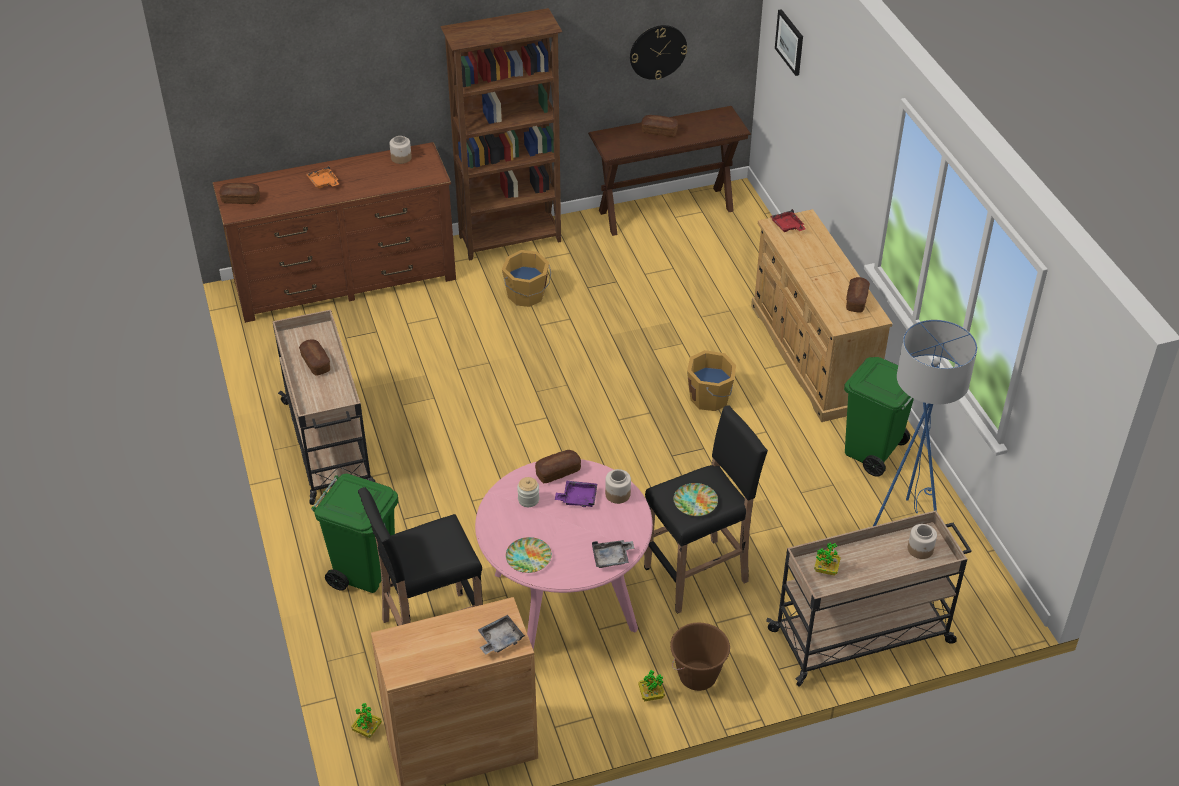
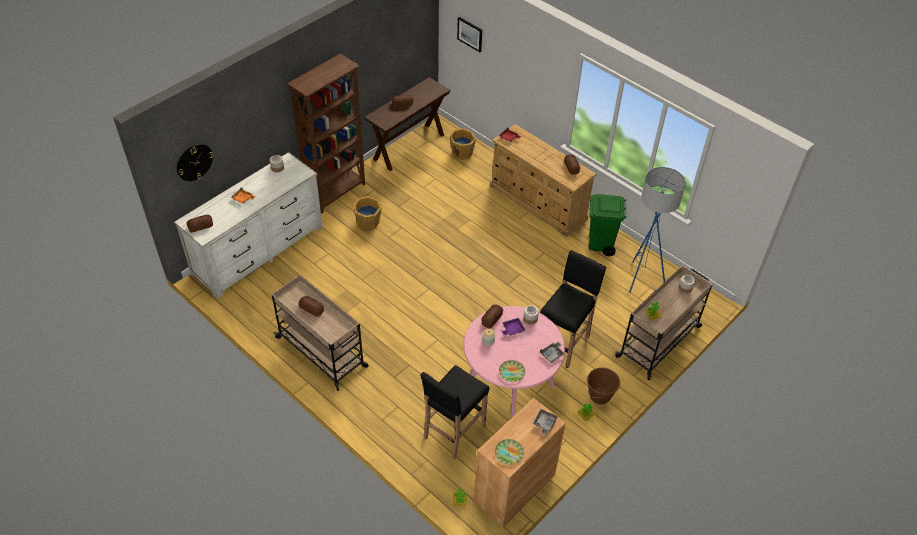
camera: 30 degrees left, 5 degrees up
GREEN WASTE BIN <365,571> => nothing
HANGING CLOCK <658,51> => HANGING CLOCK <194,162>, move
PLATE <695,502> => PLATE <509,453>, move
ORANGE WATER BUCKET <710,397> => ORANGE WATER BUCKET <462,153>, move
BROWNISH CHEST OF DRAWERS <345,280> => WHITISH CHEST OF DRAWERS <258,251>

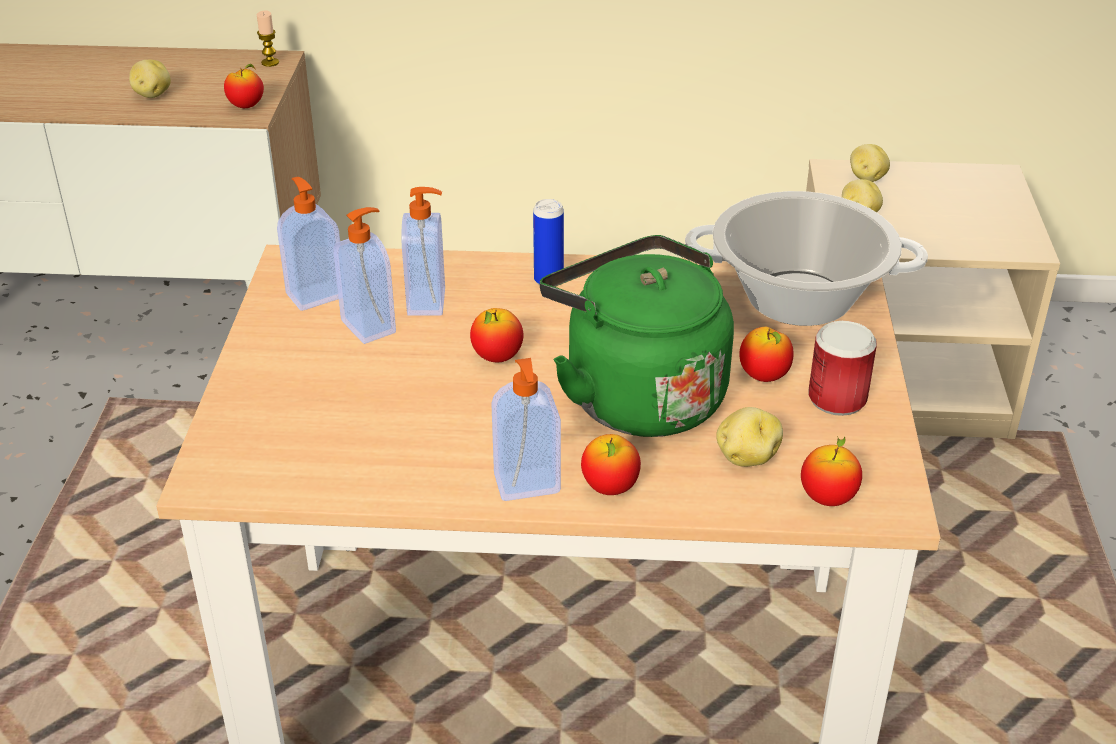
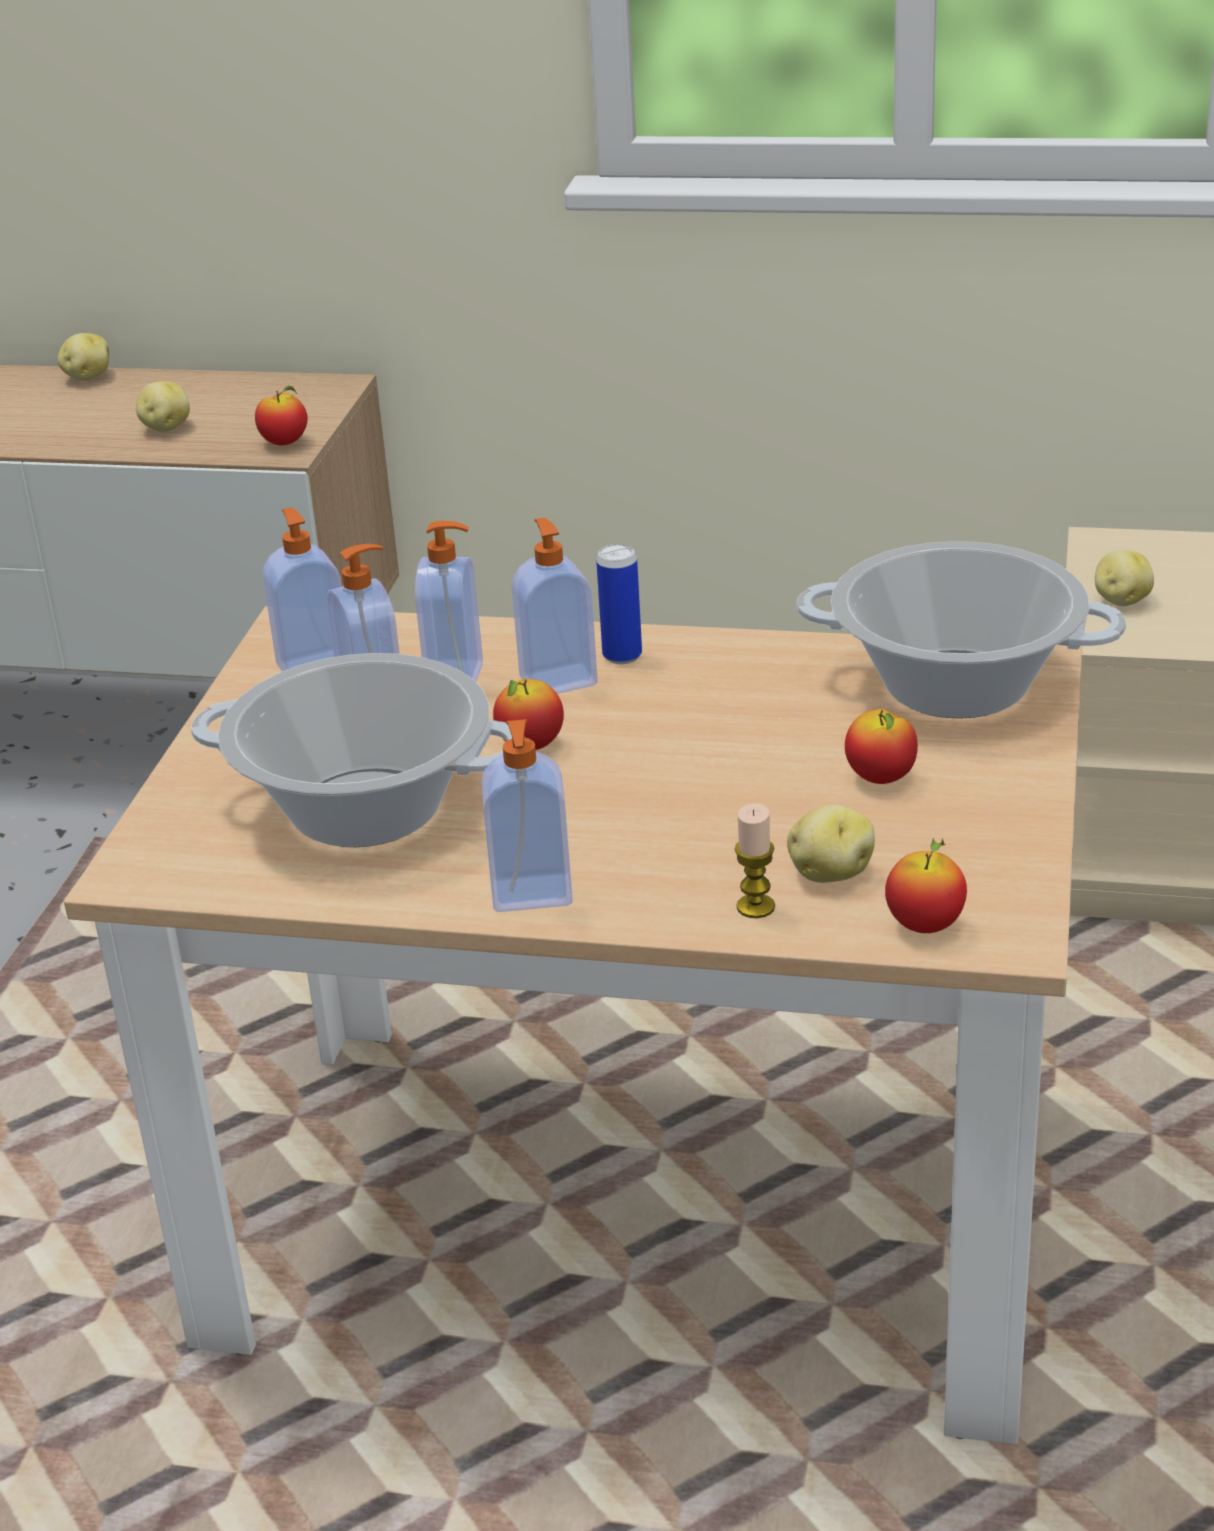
camera: 10 degrees right, 5 degrees down
GREEN KETTLE <637,395> => nothing
APPLE <610,488> => nothing
SEALED CAN <837,399> => nothing
nothing => COOKING POT <366,808>
nothing => LIQUID SOAP BOTTLE <557,680>
WAX LIGHT <270,62> => WAX LIGHT <755,907>, move
POTATO <866,178> => POTATO <87,377>, move

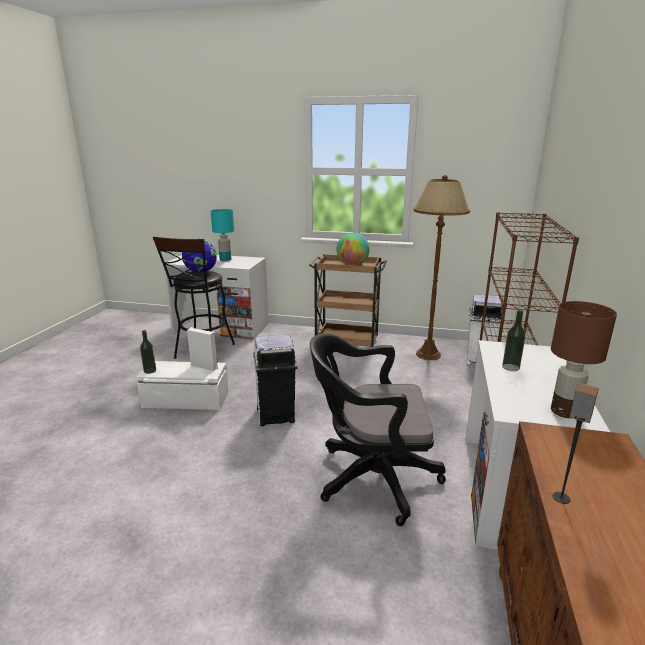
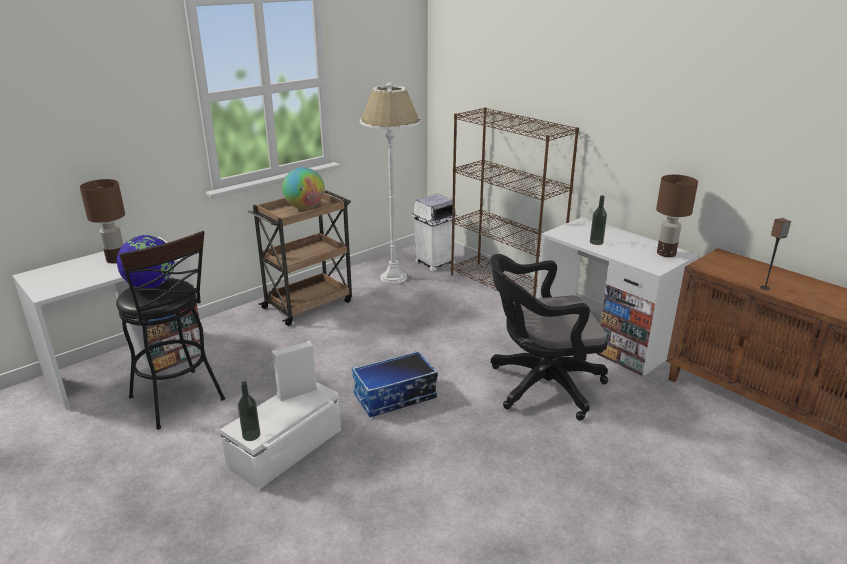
camera: 55 degrees left, 5 degrees up
WHITISH WASTE BIN <276,415> => STORAGE CONTAINER <395,397>
TURQUOISE-COLOURED TABLETOP LAMP <225,260> => BROWNISH TABLETOP LAMP <116,260>
BROWNISH STANDING LAMP <428,354> => WHITISH STANDING LAMP <394,278>
BLACKISH COMPUTER CHAIR <370,478> => BLACKISH COMPUTER CHAIR <540,386>, 45 degrees clockwise

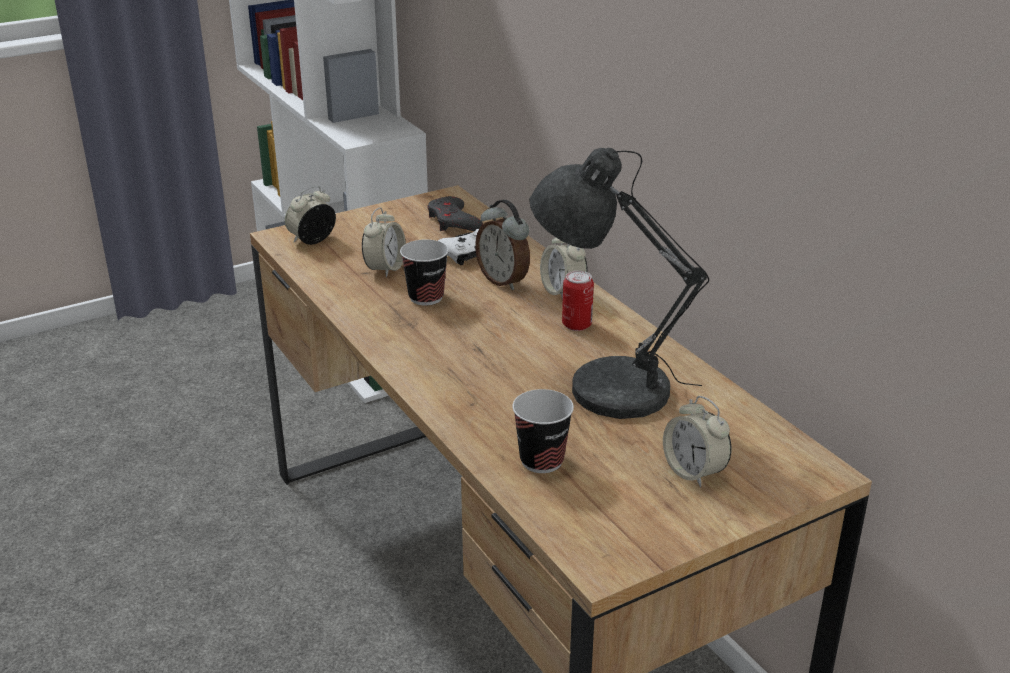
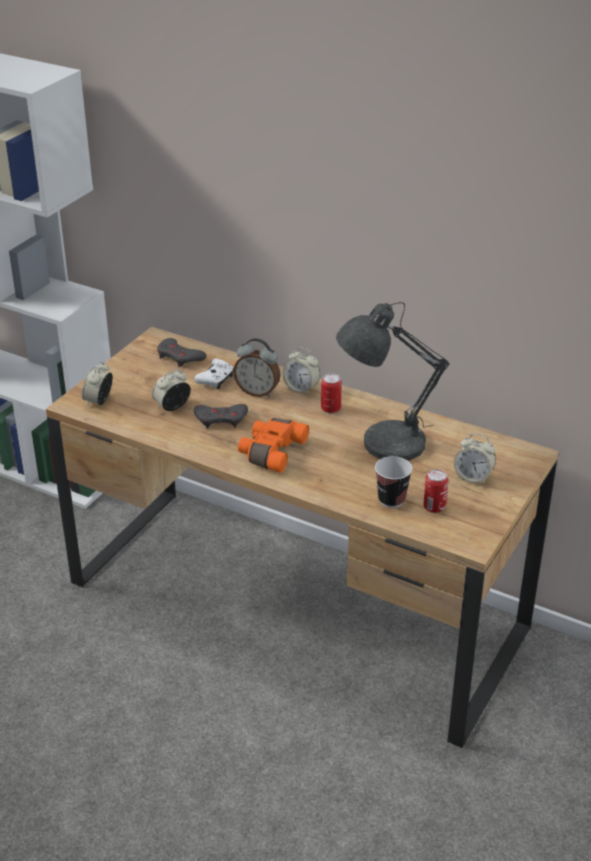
camera: 30 degrees left, 5 degrees up
nothing => ORANGE FIELD GLASSES <270,452>
nothing => SEALED CAN <434,507>
DRINKING CUP <426,297> => GREY GAME CONTROLLER <221,419>
ALARM CLOCK <385,269> => ALARM CLOCK <172,407>, 120 degrees counterclockwise

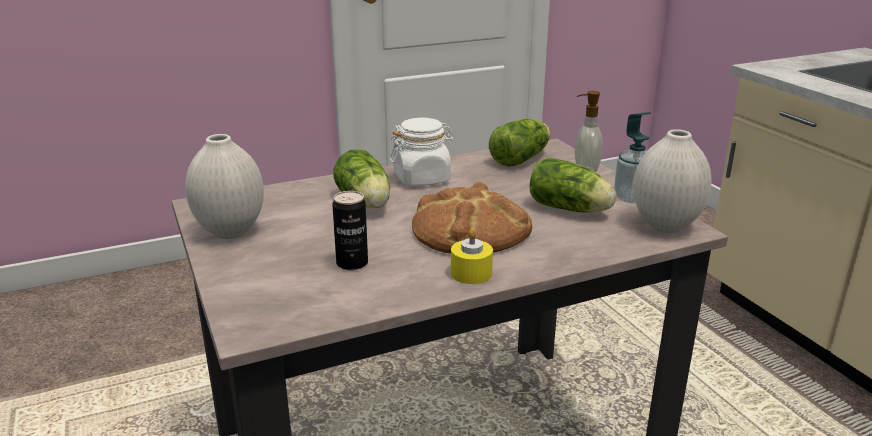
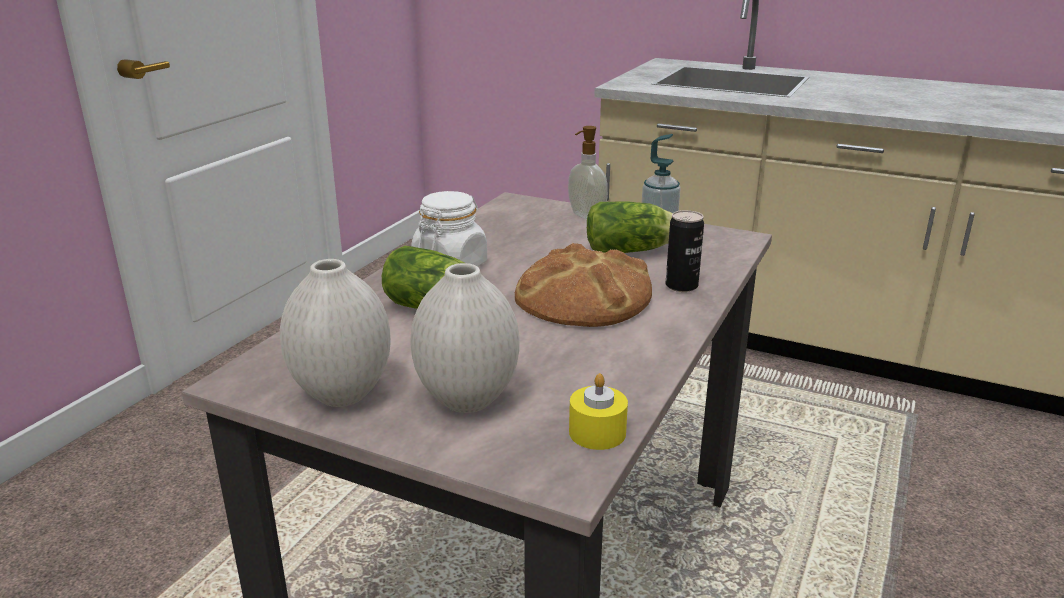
camera: 40 degrees left, 0 degrees up
LETTUCE <522,158> => nothing
SEALED CAN <352,263> => SEALED CAN <681,286>, move
YELLOW WAX LIGHT <471,273> => YELLOW WAX LIGHT <597,432>, move
WHITISH FLOWER VASE <666,226> => WHITISH FLOWER VASE <469,400>, move

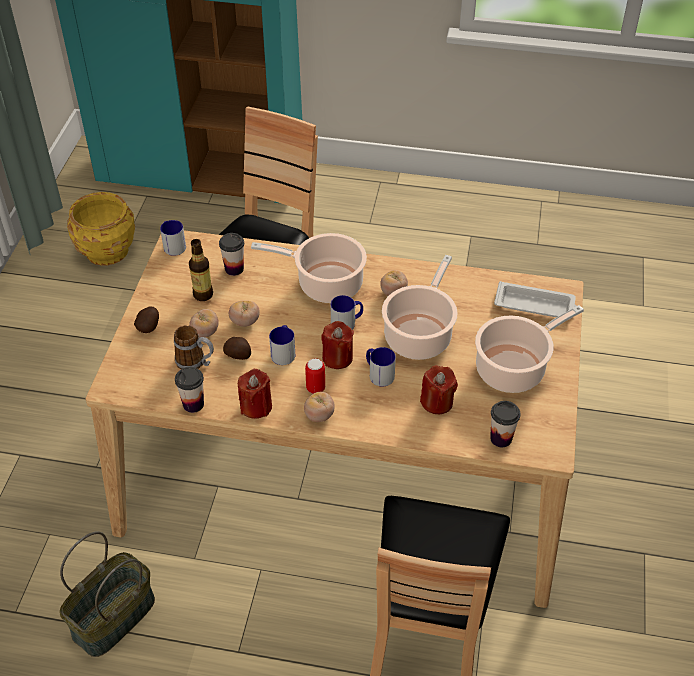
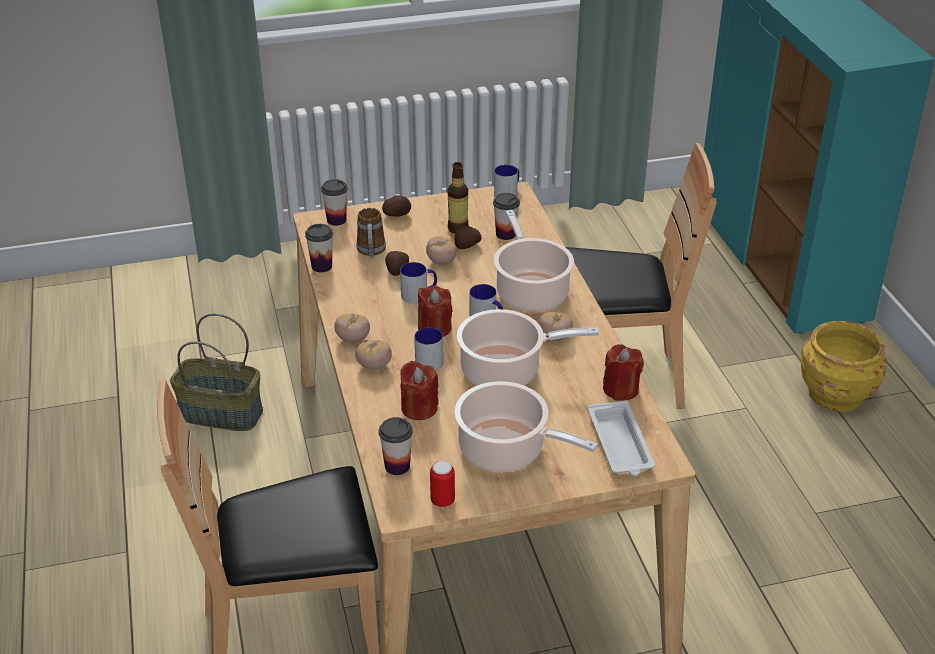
camera: 65 degrees right, 10 degrees down
nothing => DRINKING CUP <336,220>
nothing => POTATO <466,246>
YELLOW PLANTER <107,250> => YELLOW PLANTER <836,394>, move
WHOLE TOMATO <205,332> => WHOLE TOMATO <374,365>, move
RED-COLOURED WAX LIGHT <256,406> => RED-COLOURED WAX LIGHT <620,389>, move
SEALED CAN <315,388> => SEALED CAN <442,501>, move

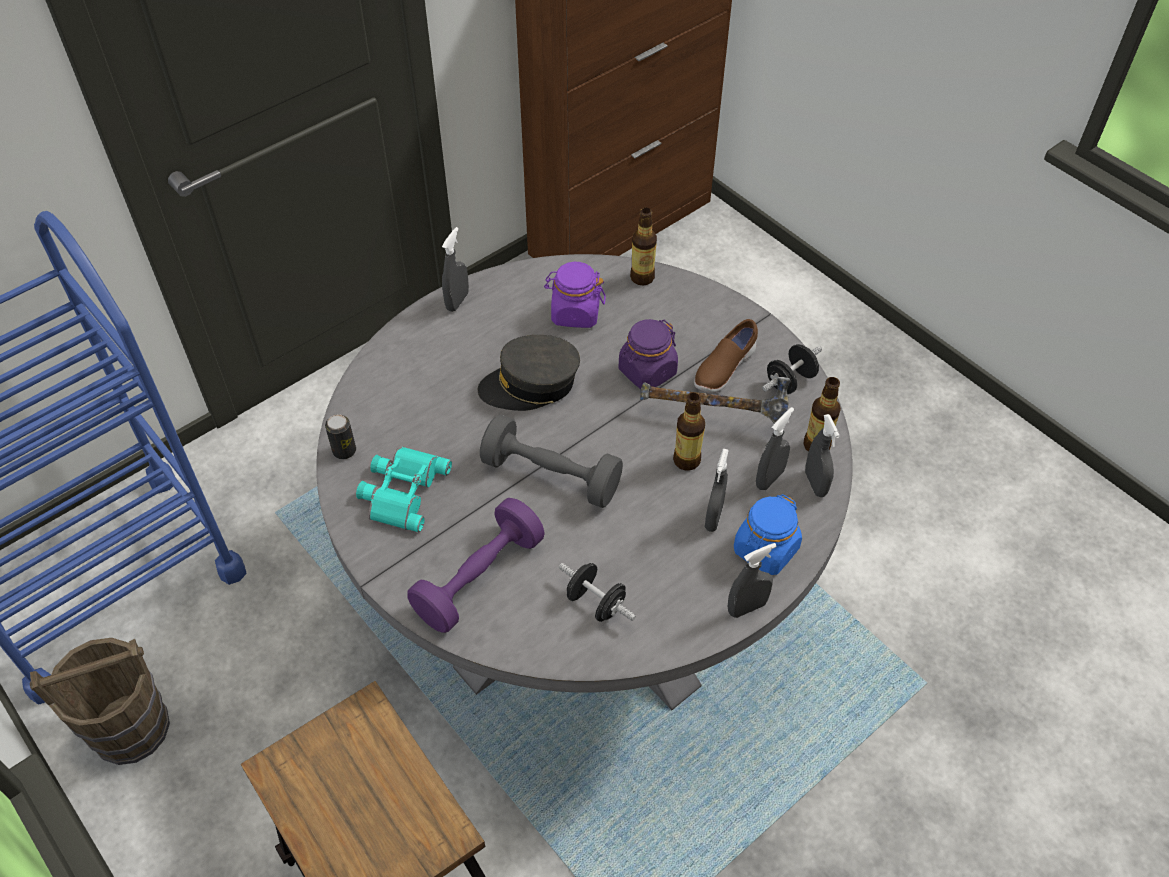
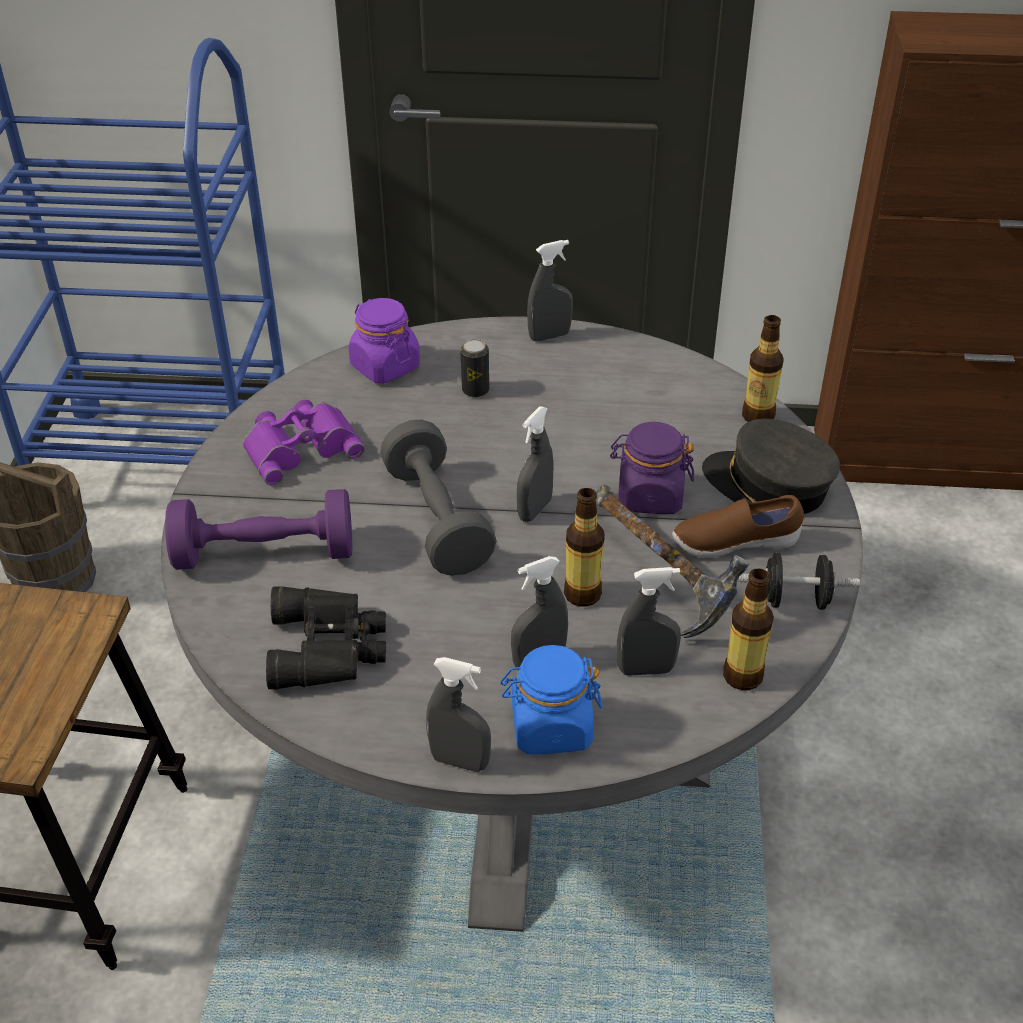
camera: 45 degrees right, 10 degrees down
SEALED CAN <344,451> => SEALED CAN <475,390>, move
GREY BASEBALL CAP <530,385> => GREY BASEBALL CAP <768,485>, move
PURPLE-COLOURED JAR <575,313> => PURPLE-COLOURED JAR <385,366>, move
GREY SPRAYER <815,483> => GREY SPRAYER <534,510>, move
BLACKISH DUMBBELL <596,603> => BLACKISH FIELD GLASSES <330,647>
TURQUOISE-COLOURED FIELD GLASSES <401,490> => PURPLE-COLOURED FIELD GLASSES <301,446>

